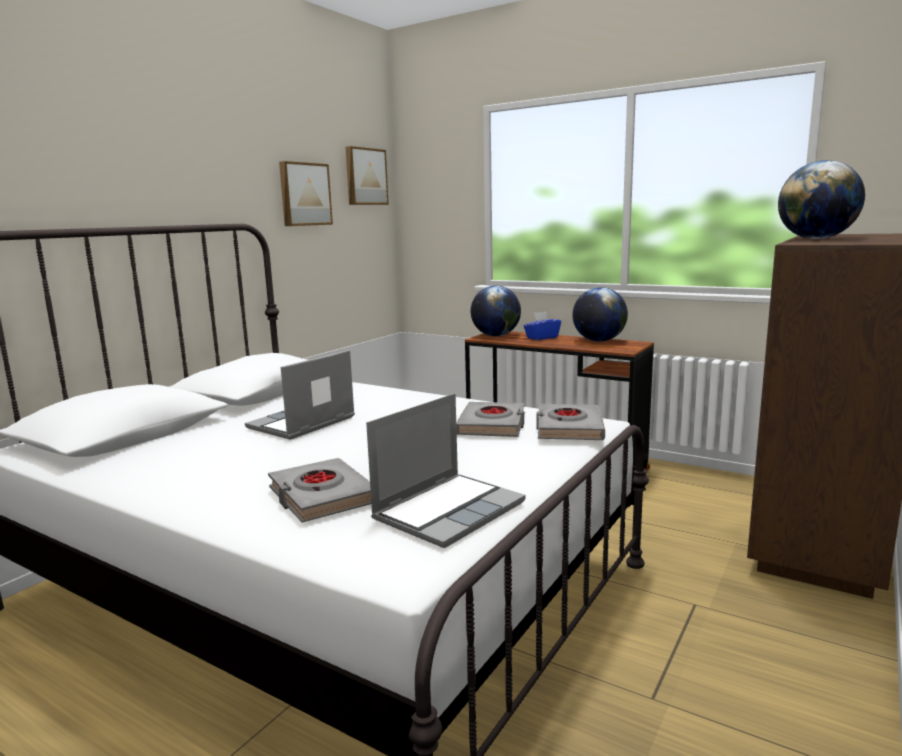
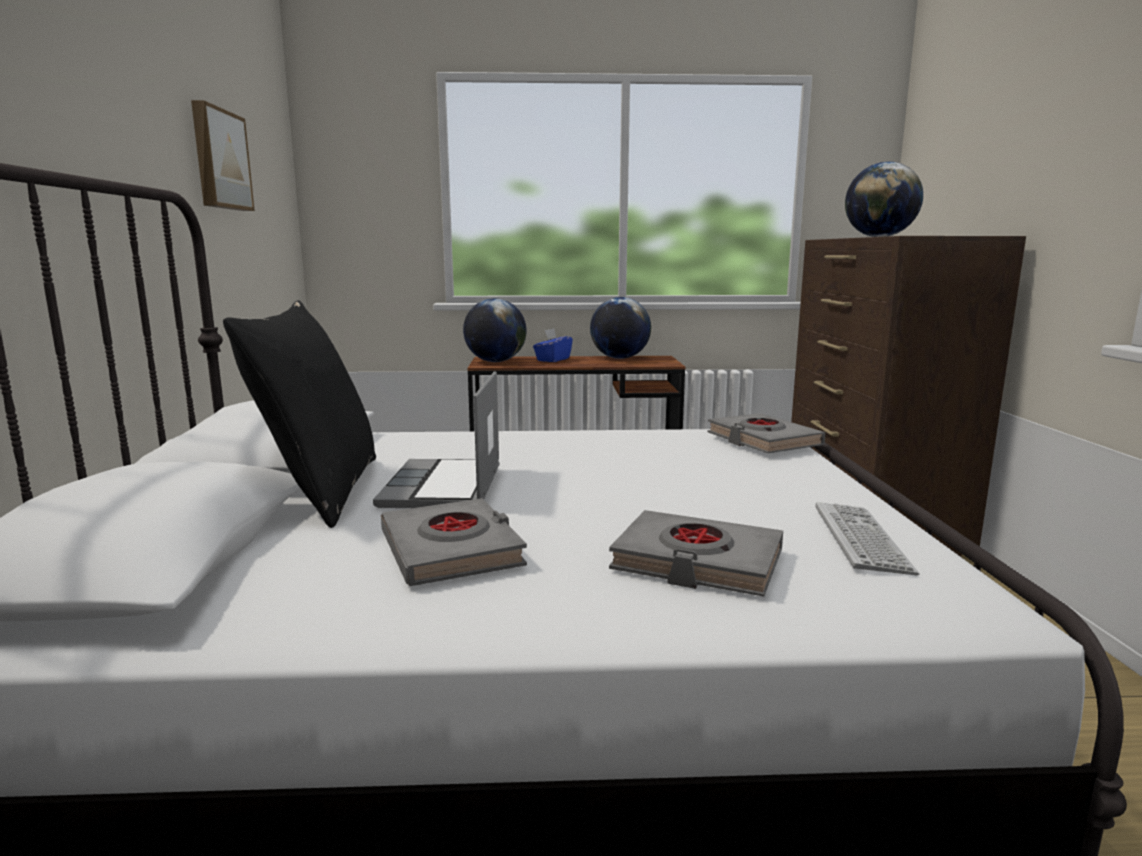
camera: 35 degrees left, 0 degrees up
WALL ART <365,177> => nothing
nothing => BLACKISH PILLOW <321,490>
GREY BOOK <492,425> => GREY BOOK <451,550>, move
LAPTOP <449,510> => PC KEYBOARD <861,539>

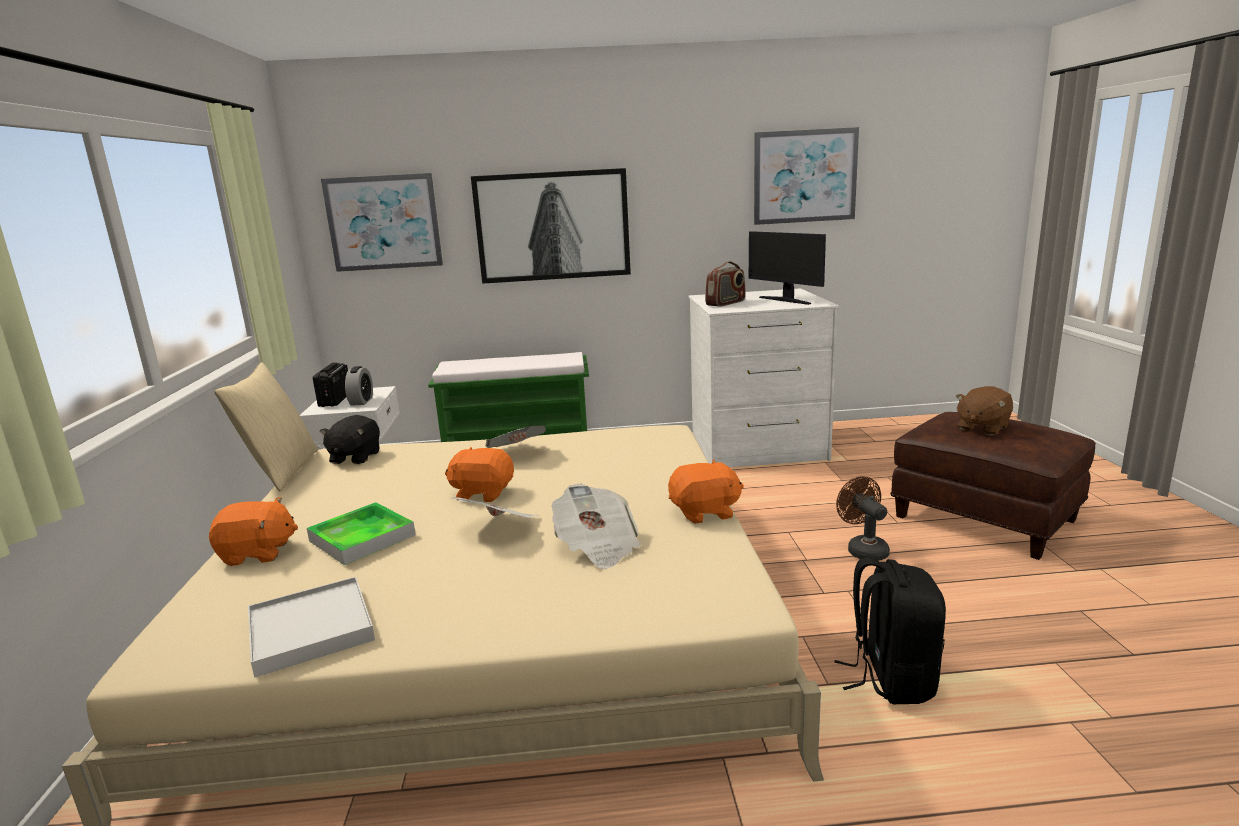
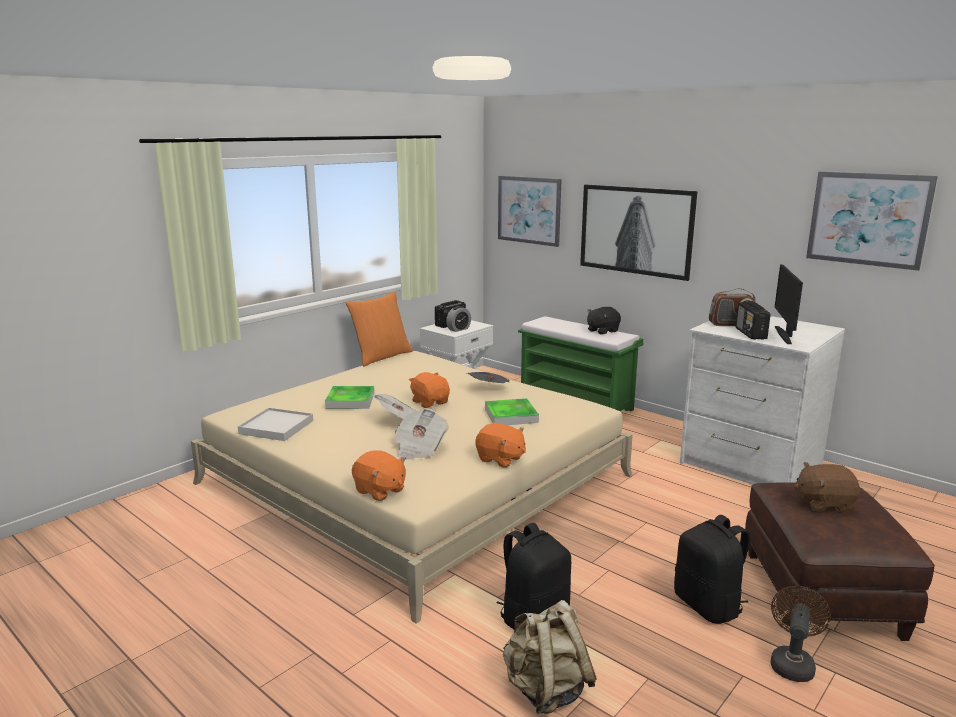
camera: 45 degrees right, 0 degrees up
nothing => CARRYING TRAY <511,415>
nothing => BEIGE-COLOURED KNAPSACK <546,690>
nothing => BLACKISH KNAPSACK <708,606>
nothing => RADIO <750,334>
ORANGE SOFT TOY <258,553> => ORANGE SOFT TOY <380,491>, move
BLACKISH SOFT TOY <355,457> => BLACKISH SOFT TOY <602,331>, move
BROWNISH COOLING FAN <863,549> => BROWNISH COOLING FAN <792,663>, move
BEIGE-COLOURED PILLOW <281,471> => ORANGE PILLOW <381,356>

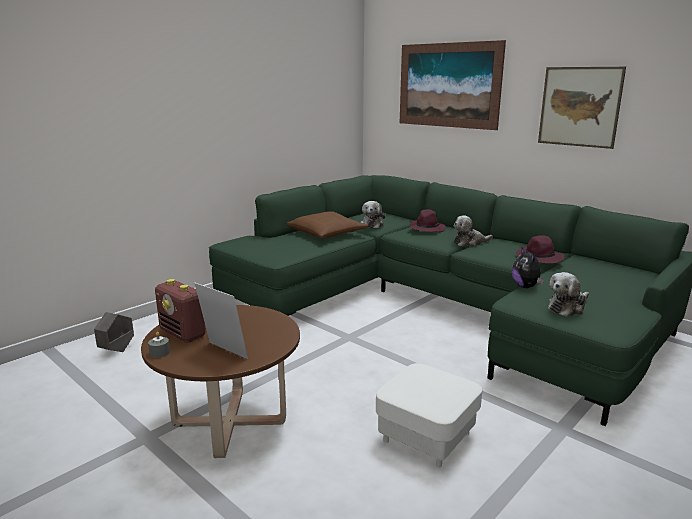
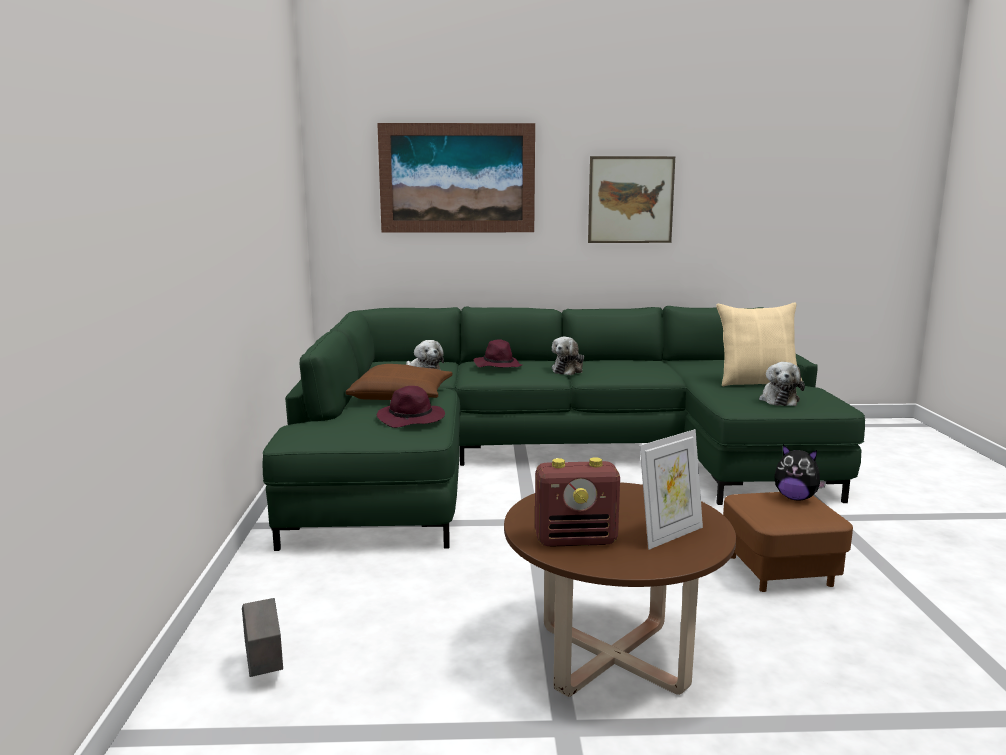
camera: 45 degrees left, 5 degrees down
GREY WAX LIGHT <159,352> => nothing
nothing => BEIGE-COLOURED PILLOW <756,382>
SOFT TOY <526,286> => SOFT TOY <795,498>, move
PURPLE-COLOURED CLOTHING HAT <540,258> => PURPLE-COLOURED CLOTHING HAT <412,419>, move
WHITISH POUFFE <426,437> => BROWNISH POUFFE <780,570>
PICTURE FRAME <223,352> => PICTURE FRAME <669,535>, 150 degrees clockwise

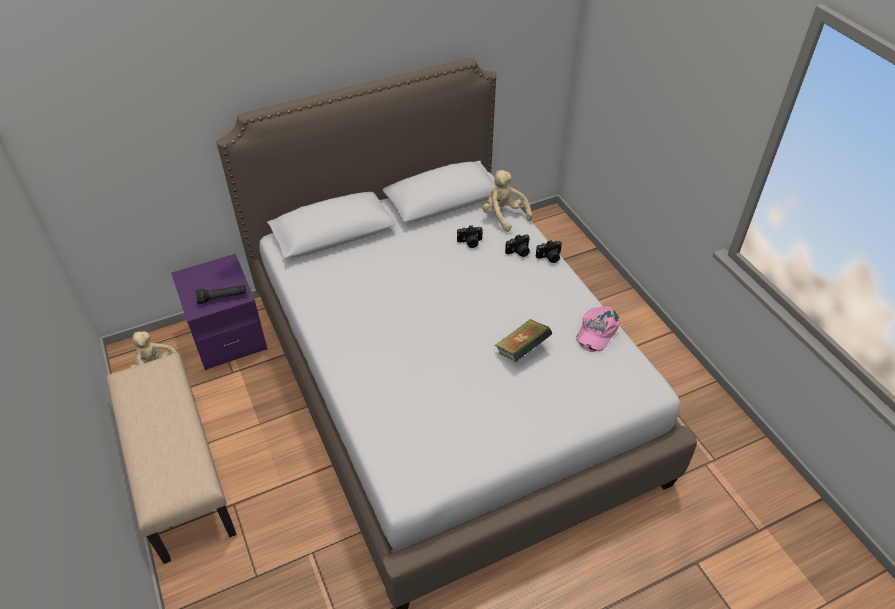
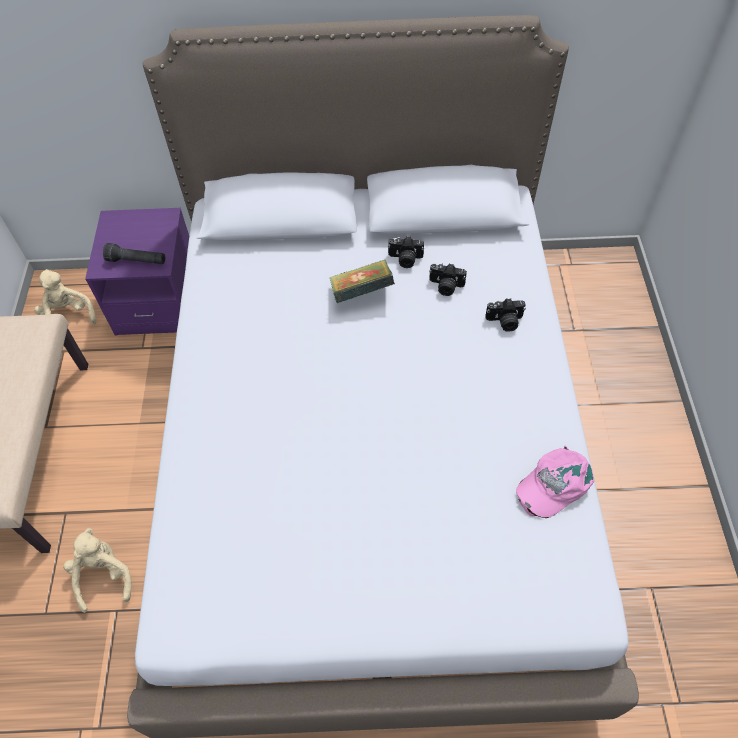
camera: 25 degrees right, 10 degrees up
BEIGE-COLOURED SOFT TOY <504,215> => BEIGE-COLOURED SOFT TOY <104,576>, move
BOOK <522,350> => BOOK <362,294>, move
STILL CAMERA <549,257> => STILL CAMERA <405,259>, move

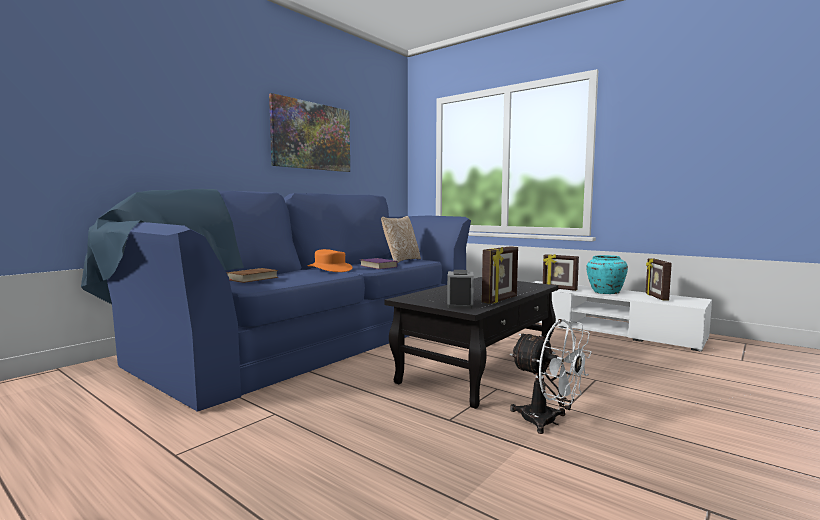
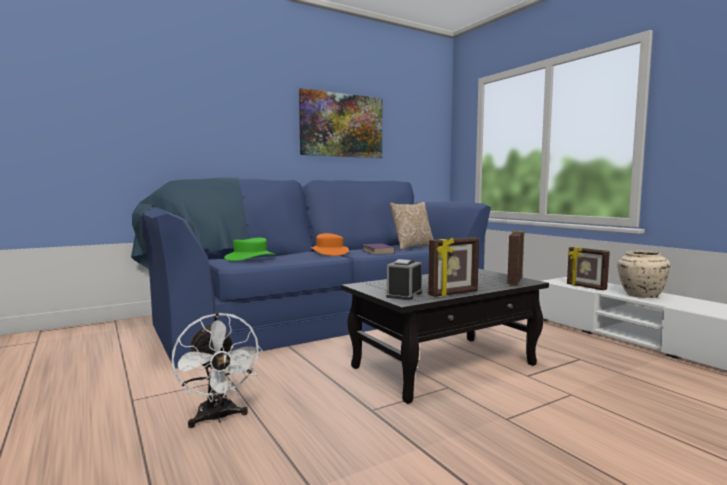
camera: 20 degrees right, 0 degrees up
WHITISH COOLING FAN <548,422> => WHITISH COOLING FAN <217,418>, move
PICTURE FRAME <656,297> => PICTURE FRAME <514,281>, move
BROWNISH BOOK <252,278> => GREEN CLOTHING HAT <250,257>
TURQUOISE-COLOURED FLOWER VASE <604,292> => BEIGE-COLOURED FLOWER VASE <640,295>

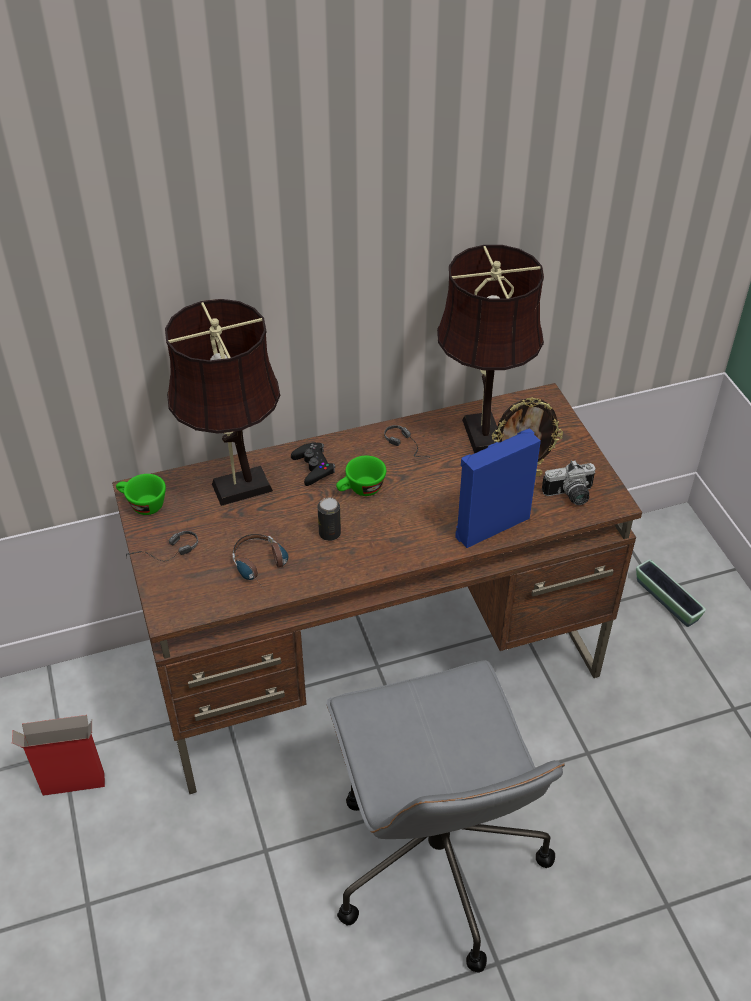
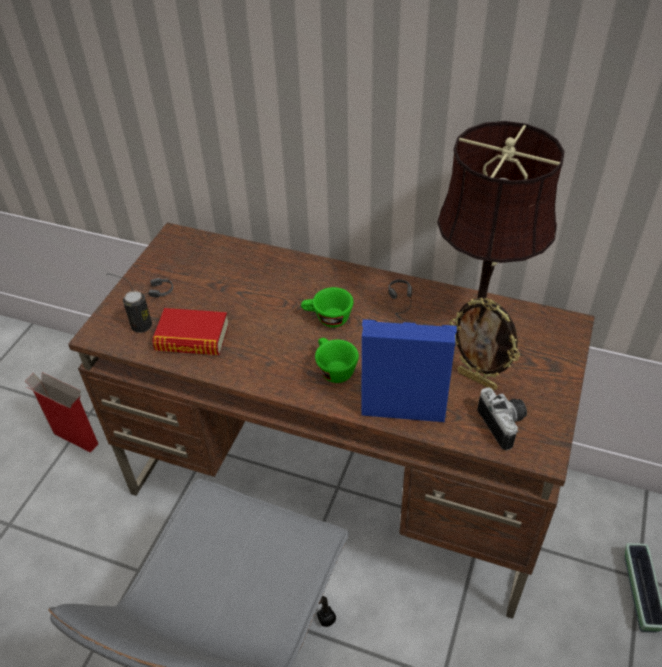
camera: 40 degrees right, 0 degrees up
BROWNISH TABLETOP LAMP <236,489> => nothing
BLACKISH GAME CONTROLLER <313,467> => nothing
GREEN DRINKING CUP <142,505> => GREEN DRINKING CUP <333,369>, move
SEALED CAN <329,533> => SEALED CAN <141,326>, move
HEADSET <263,568> => BOOK <192,338>
STILL CAMERA <570,496> => STILL CAMERA <505,424>, 135 degrees counterclockwise

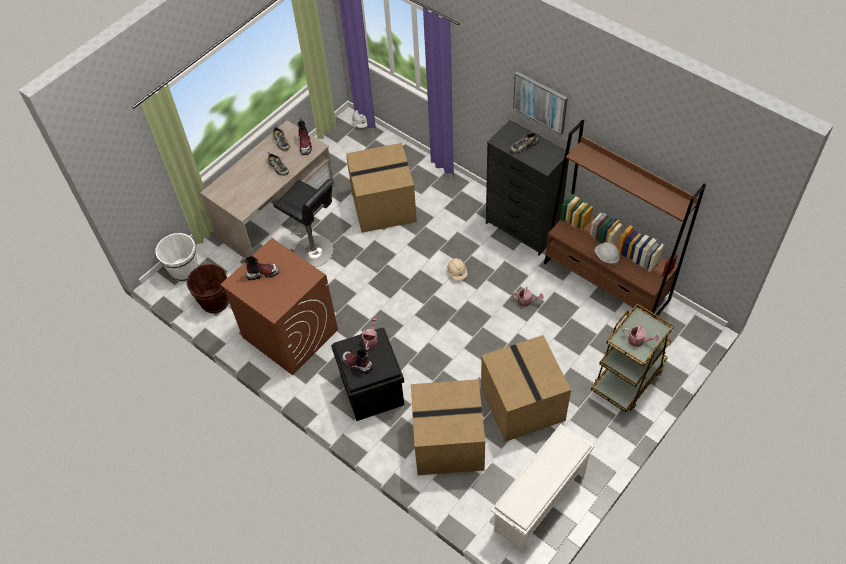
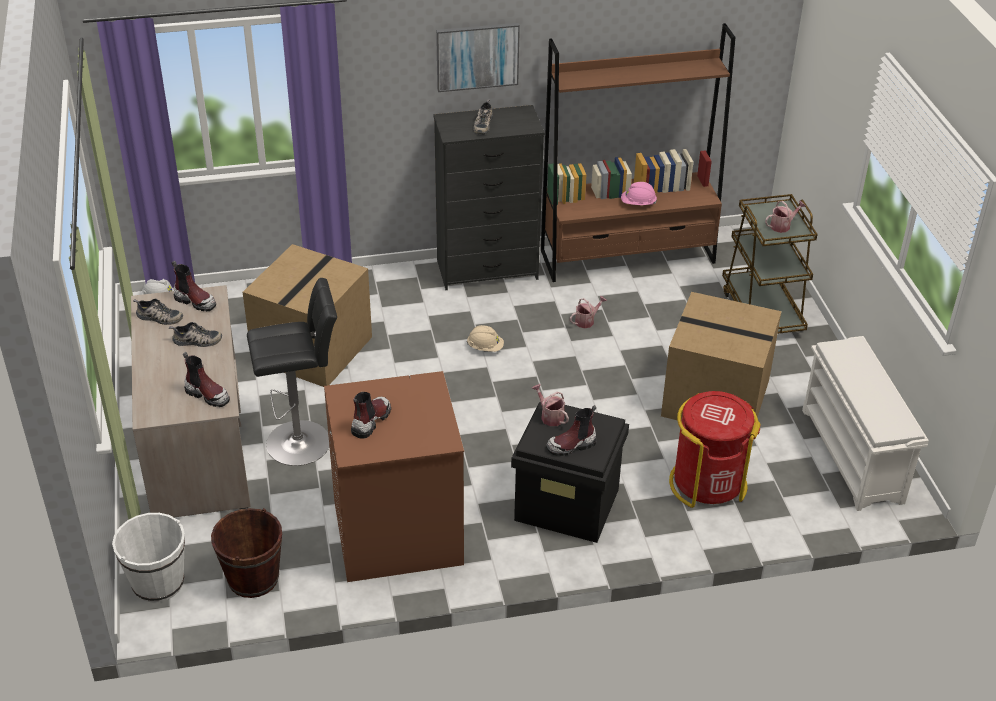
camera: 55 degrees left, 15 degrees down
nothing => HIGH-TOP BOOT <207,395>
CARTON <447,443> => RED-COLOURED WASTE BIN <707,483>
WHITISH WORK HELMET <606,256> => PINKISH WORK HELMET <638,204>

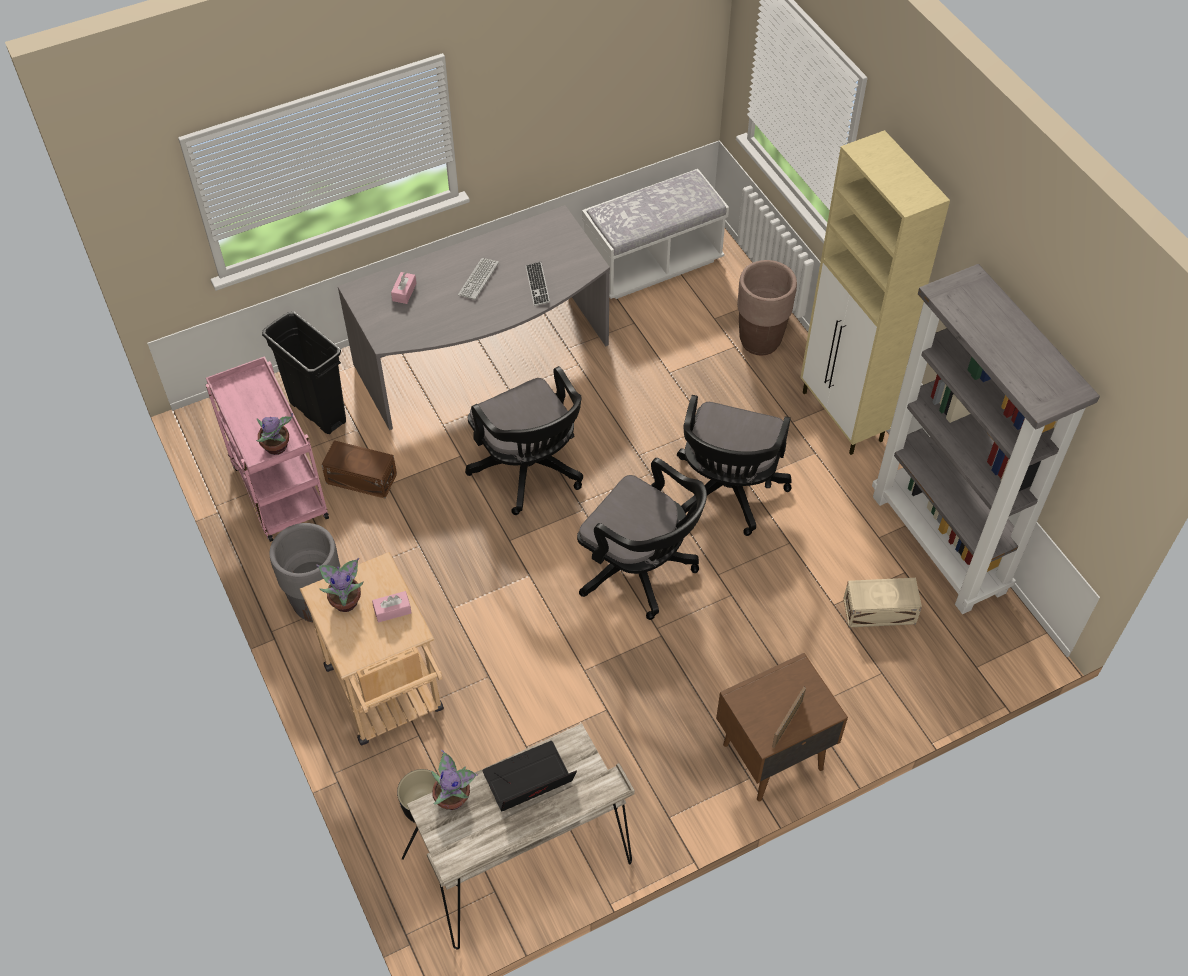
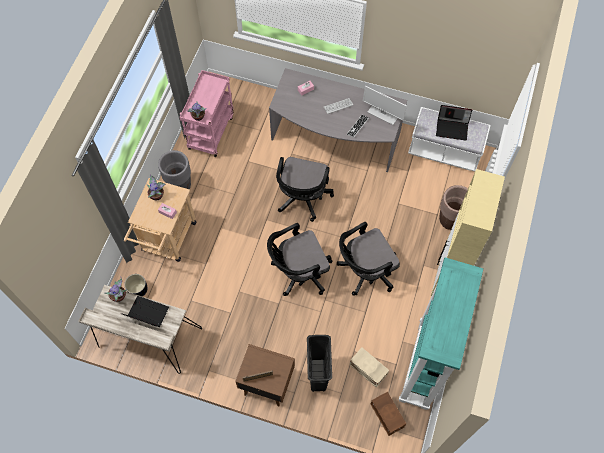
camera: 45 degrees right, 10 degrees up
nothing => MONITOR <383,113>
nothing => LAPTOP <452,128>
BLACKISH WASTE BIN <317,412> => BLACKISH WASTE BIN <318,374>, move
BROWNISH STORAGE CONTAINER <361,477> => BROWNISH STORAGE CONTAINER <387,414>, move
GREY BOOKSHELF <940,544> => TURQUOISE-COLOURED BOOKSHELF <423,366>
BLACKISH COMPUTER CHAIR <640,571> => BLACKISH COMPUTER CHAIR <298,272>, 75 degrees clockwise

